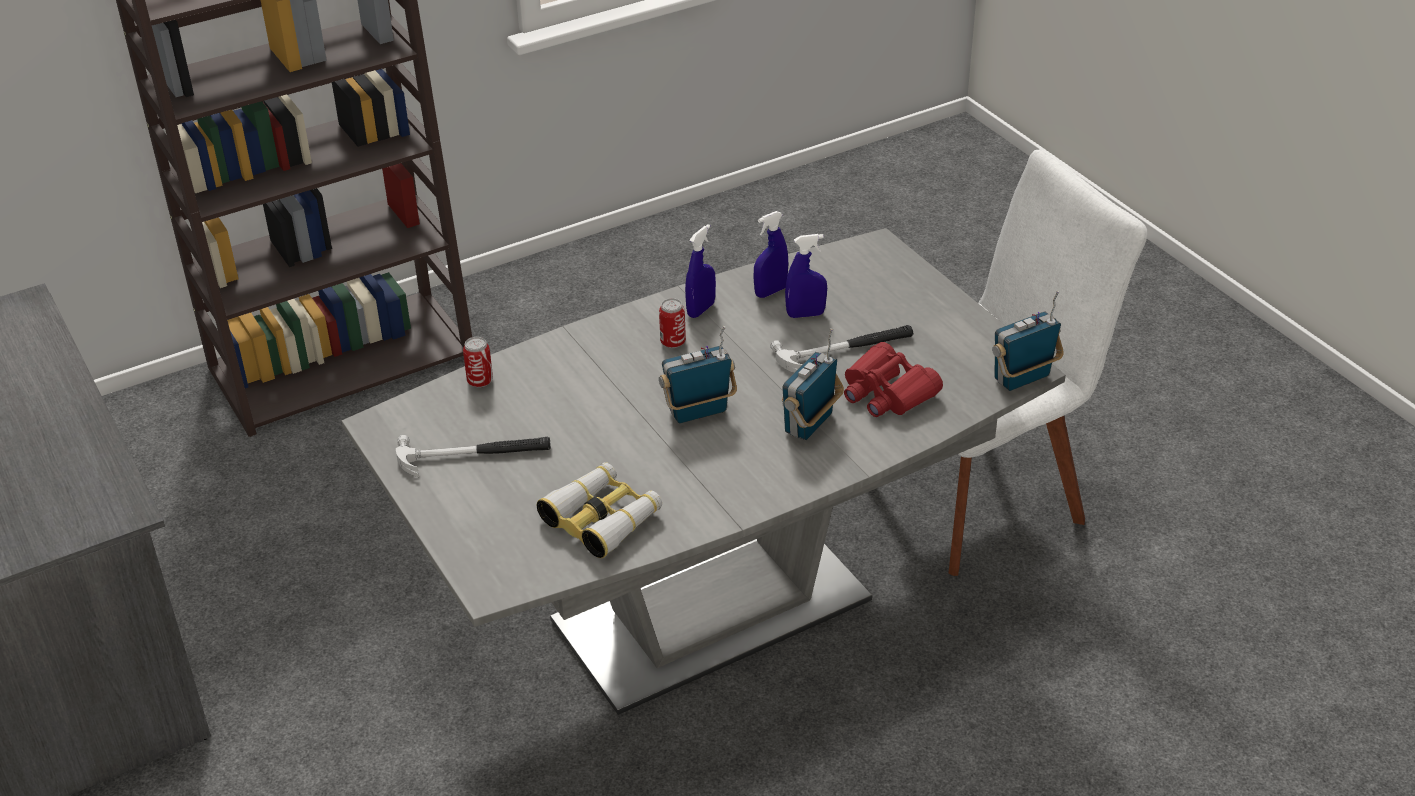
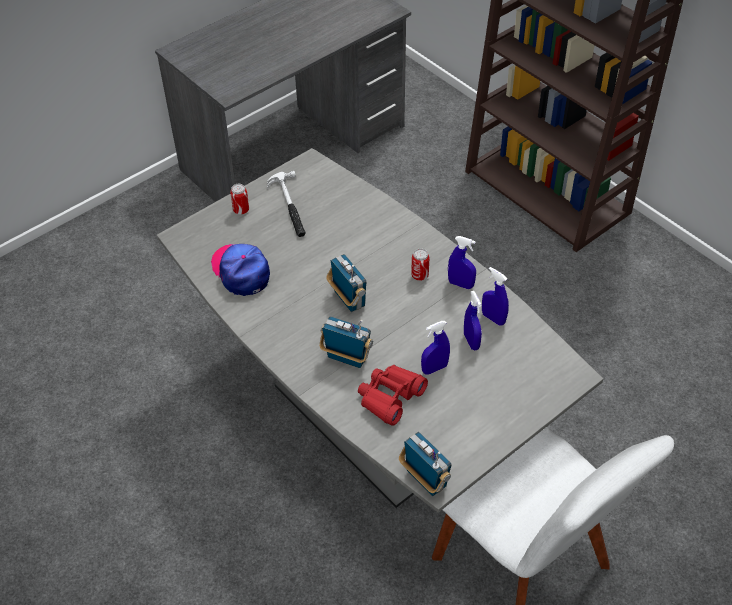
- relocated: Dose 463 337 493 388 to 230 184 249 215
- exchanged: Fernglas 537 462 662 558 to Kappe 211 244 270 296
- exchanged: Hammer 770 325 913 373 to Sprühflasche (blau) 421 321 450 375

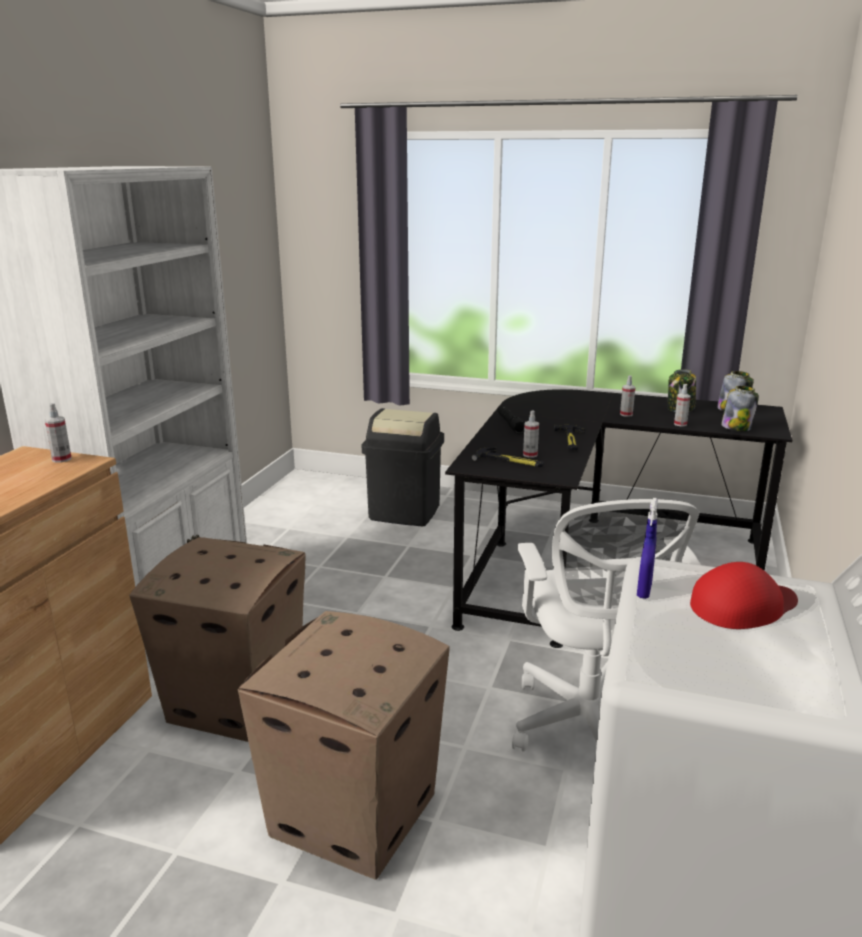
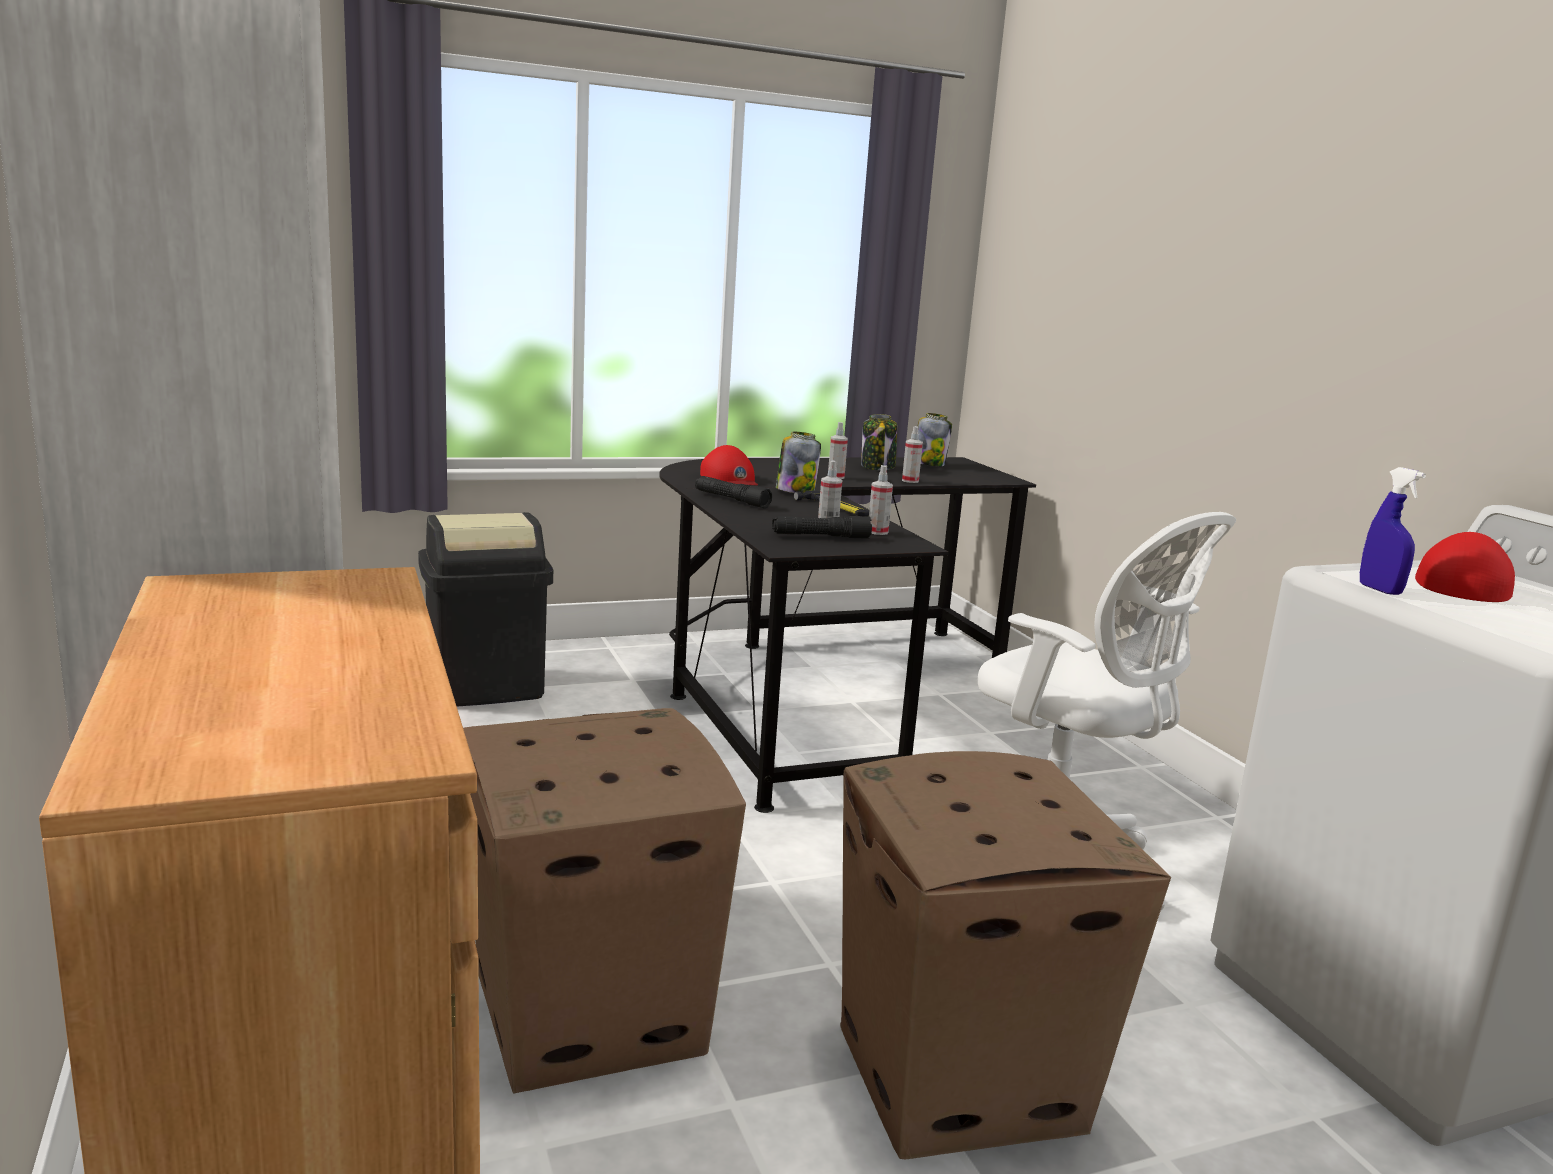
- relocated: Sprühflasche 45 403 72 463 to 869 465 893 535
- exchanged: Hammer 472 447 544 467 to Taschenlampe (schwarz) 772 516 872 539
- relocated: Vorratsglas 721 386 759 431 to 776 432 821 493
- appeared: Kappe (rot) 700 445 758 485

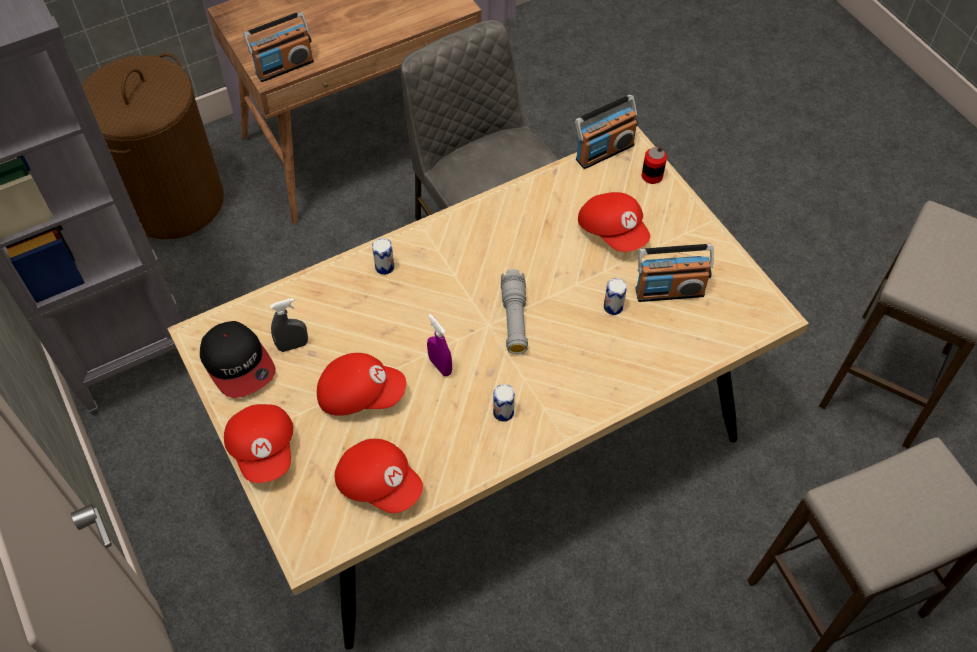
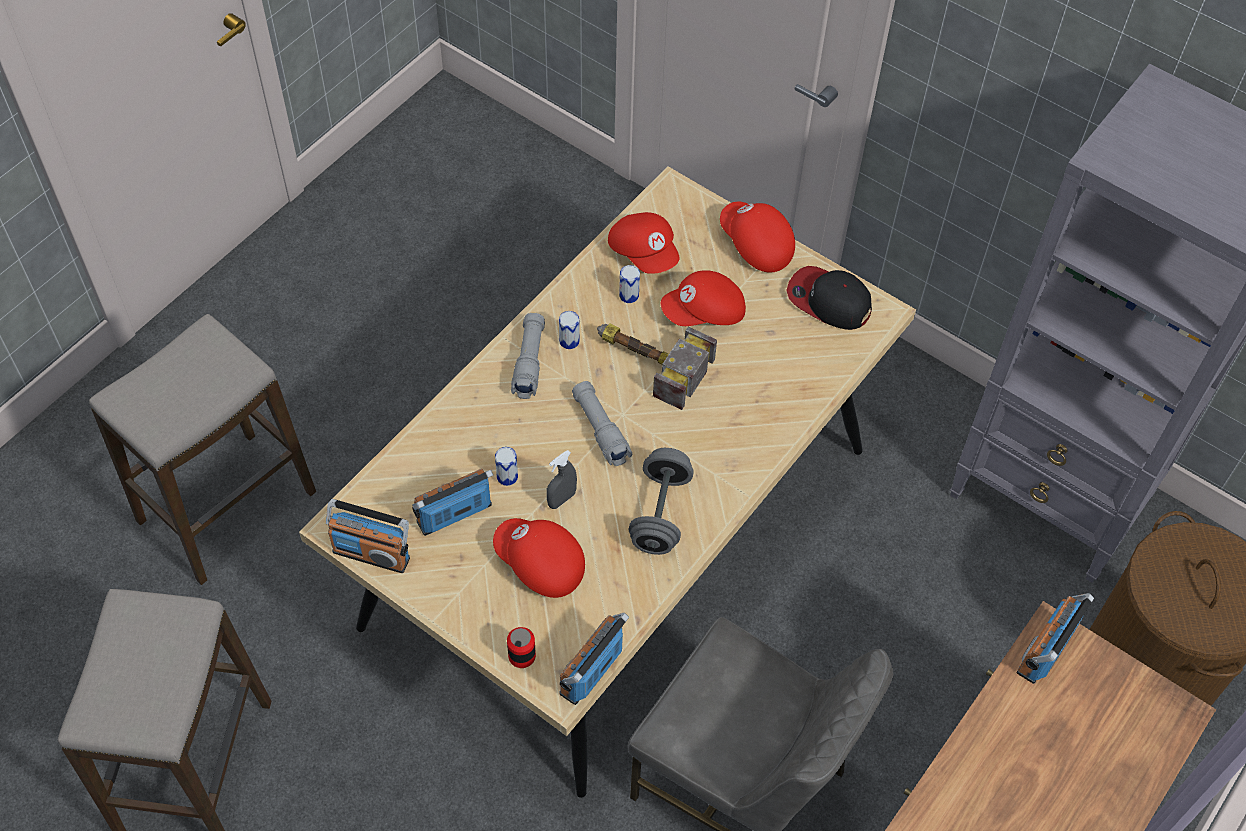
- relocated: Sprühflasche (grau) 270 298 308 352 to 546 450 577 509
- spun: Kappe (rot) 335 439 423 513 = 608 212 680 274 135 degrees counterclockwise
- relocated: Dose 372 238 394 275 to 619 265 640 303
- exchanged: Sprühflasche (lila) 427 314 452 376 to Hammer 597 323 717 410
- appeared: Radio 326 499 410 573
- appeared: Taschenlampe (grau) 511 313 545 399
- appeared: Hantel (grau) 628 448 694 555

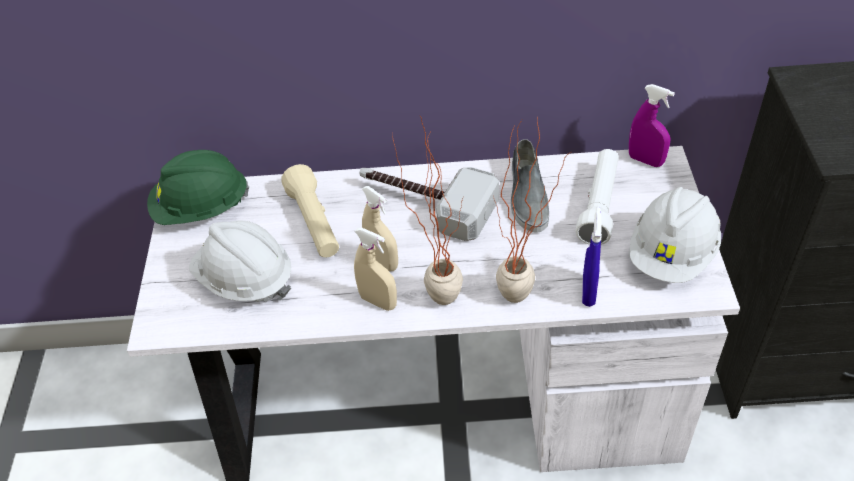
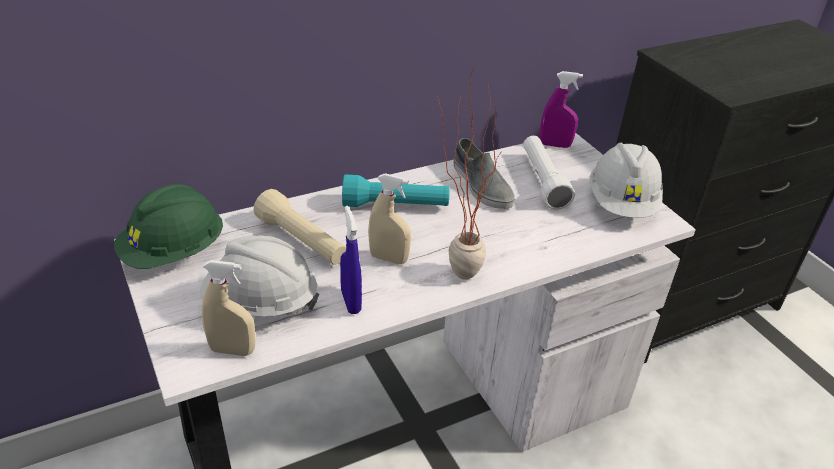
- relocated: Sprühflasche (beige) 354 228 397 311 to 202 260 256 356
- exchanged: Hammer 359 167 499 241 to Taschenlampe (türkis) 342 174 450 207
- missing: Topfpflanze 493 115 571 303
- relocated: Sprühflasche (blau) 582 207 602 307 to 340 206 362 314

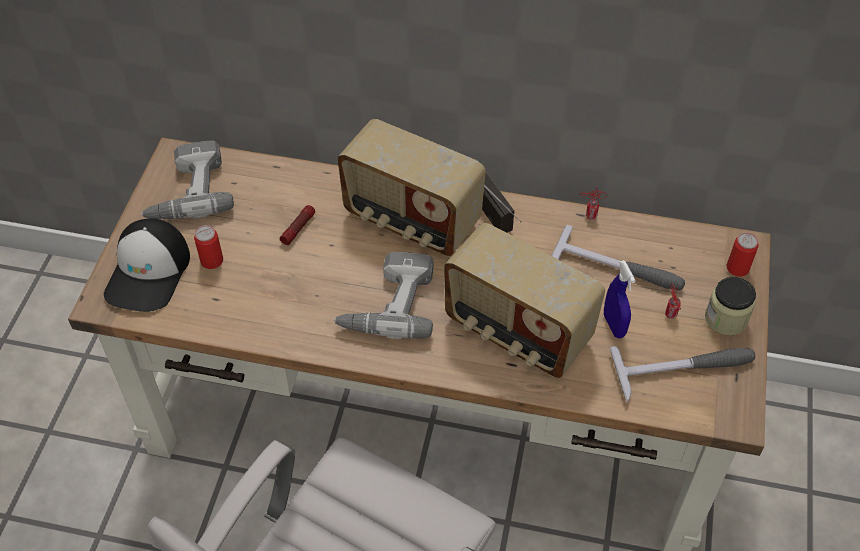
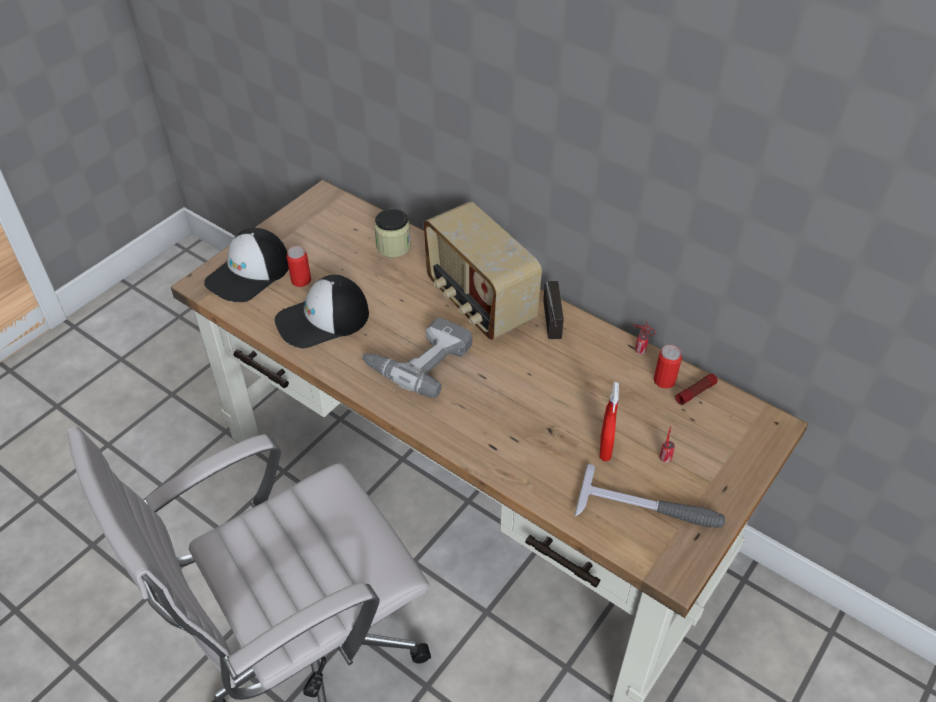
- missing: Bohrmaschine 141 140 234 219
- relocated: Taschenlampe 280 205 315 245 to 675 373 718 405
- missing: Radio 444 223 605 378
- missing: Hammer 552 225 685 290
- colour: Sprühflasche (blau) 604 260 636 339 to Sprühflasche (rot) 600 382 619 461
- relocated: Vorratsglas 705 277 756 335 to 374 209 411 258
- relocated: Dose 726 232 759 277 to 654 345 682 388
- appeared: Kappe 275 275 369 348

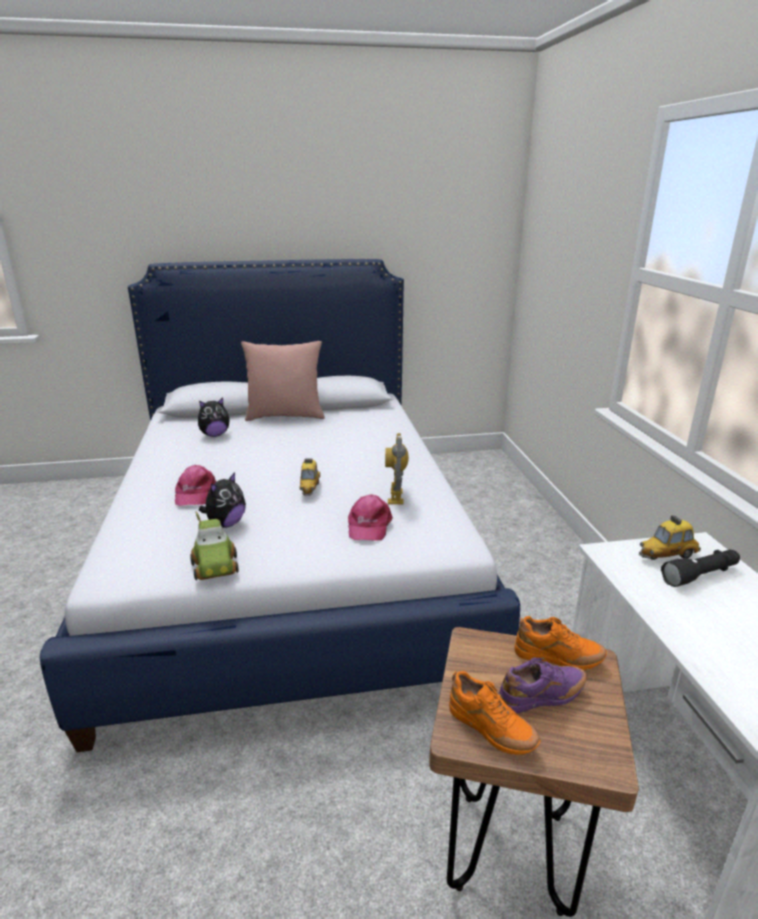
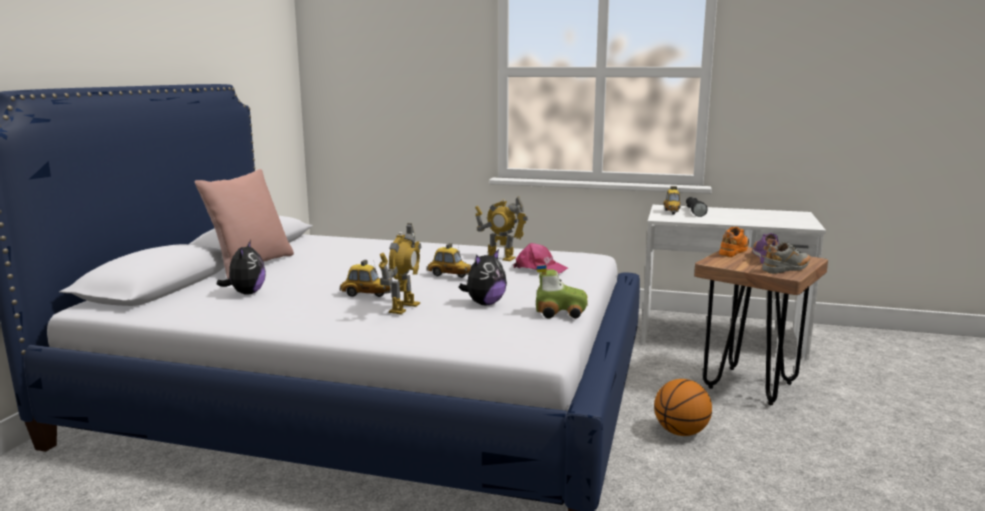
- exchanged: Kappe (rosa) 175 465 216 506 to Spielzeugroboter 379 223 422 314
- spun: Plüschtier 199 472 246 528 = 459 249 507 305 75 degrees clockwise
- colour: Schuh (orange) 449 671 540 755 to Schuh (grau) 762 241 810 274
- appeared: Spielzeugauto 339 260 391 297
- appeared: Basketball 654 379 712 436

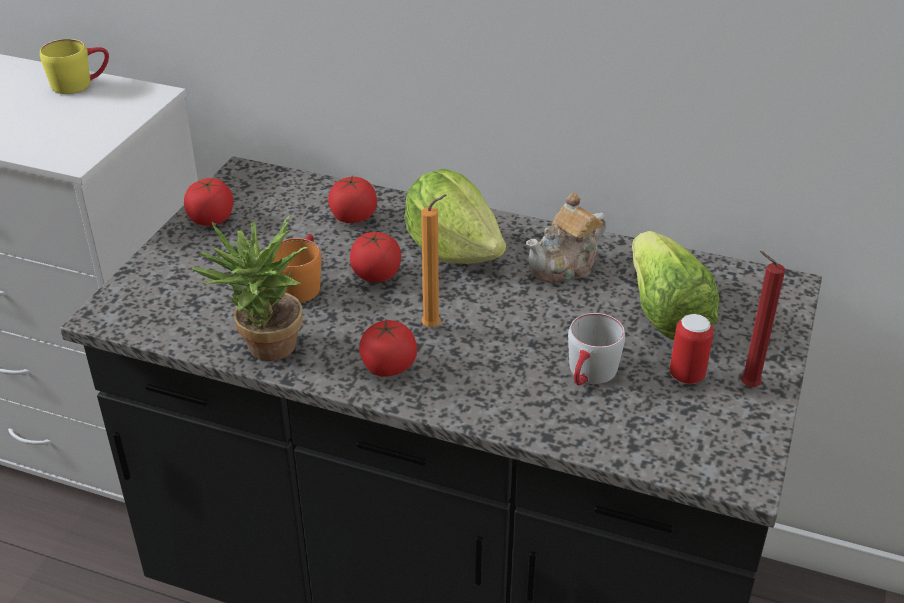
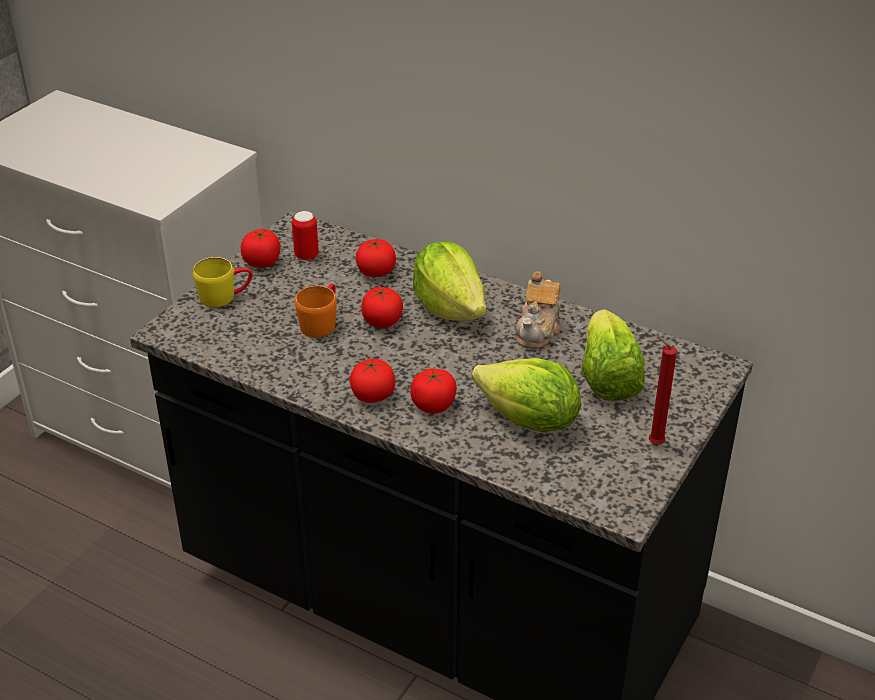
- relocated: Henkelbecher (gelb) 40 39 109 94 to 193 257 253 308
- missing: Topfpflanze 192 216 308 361
- missing: Kerze (orange) 421 194 446 327
- spun: Teekanne 526 193 607 283 = 515 271 561 349 45 degrees counterclockwise
- exchanged: Henkelbecher (grau) 568 313 625 386 to Salatkopf 472 358 581 432
- relocated: Dose 670 314 714 384 to 292 211 319 260
- appeared: Tomate 410 369 457 414

